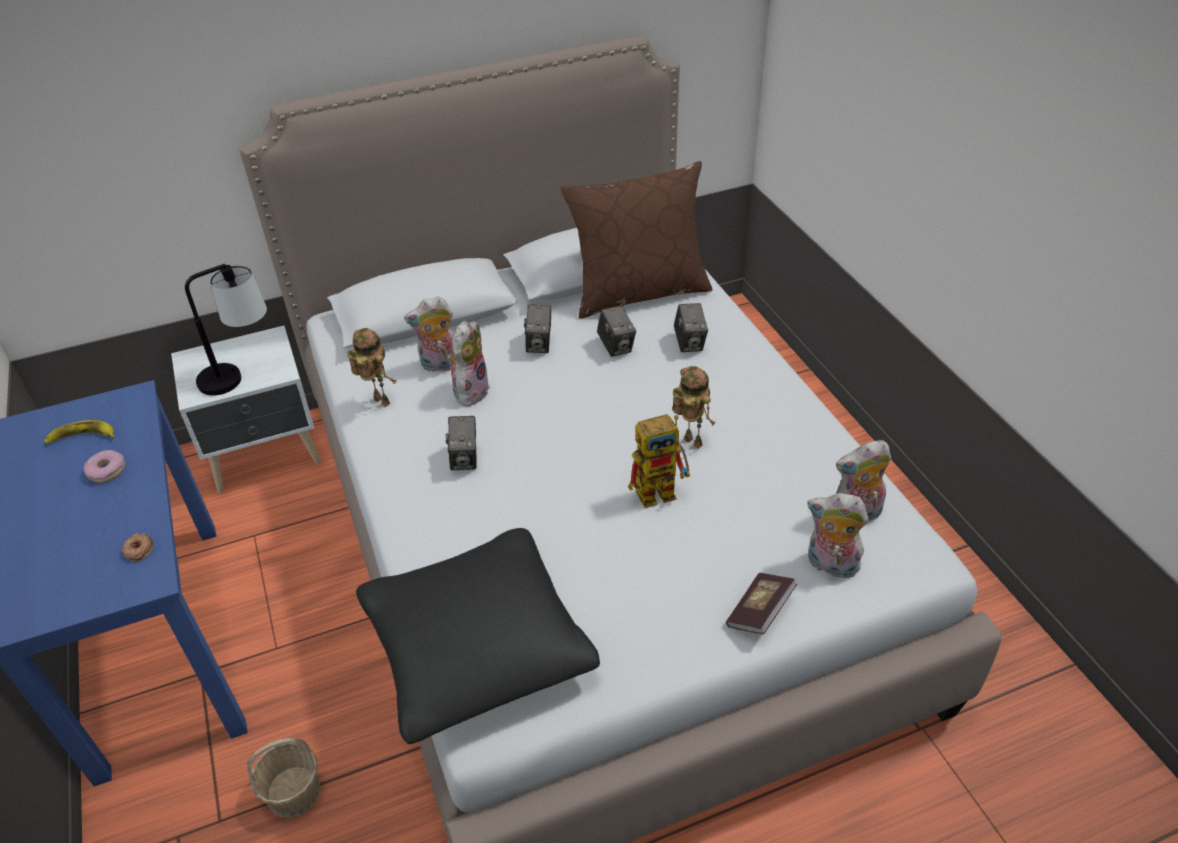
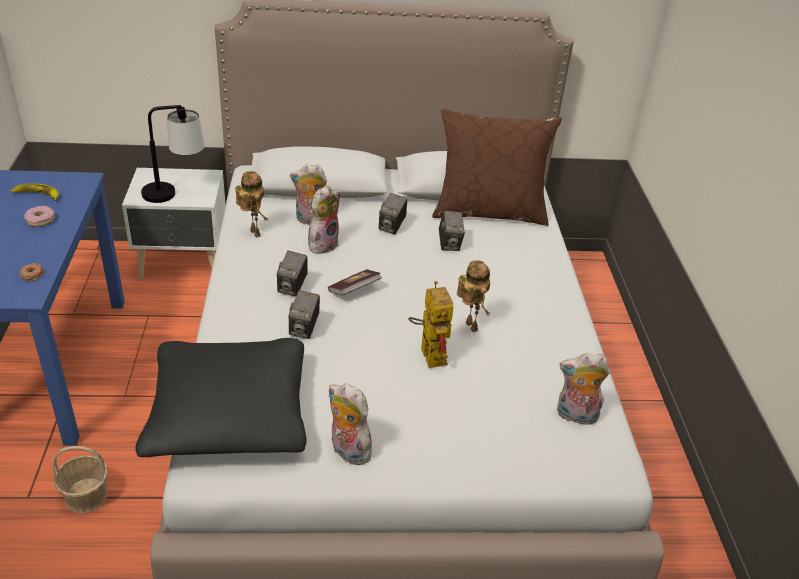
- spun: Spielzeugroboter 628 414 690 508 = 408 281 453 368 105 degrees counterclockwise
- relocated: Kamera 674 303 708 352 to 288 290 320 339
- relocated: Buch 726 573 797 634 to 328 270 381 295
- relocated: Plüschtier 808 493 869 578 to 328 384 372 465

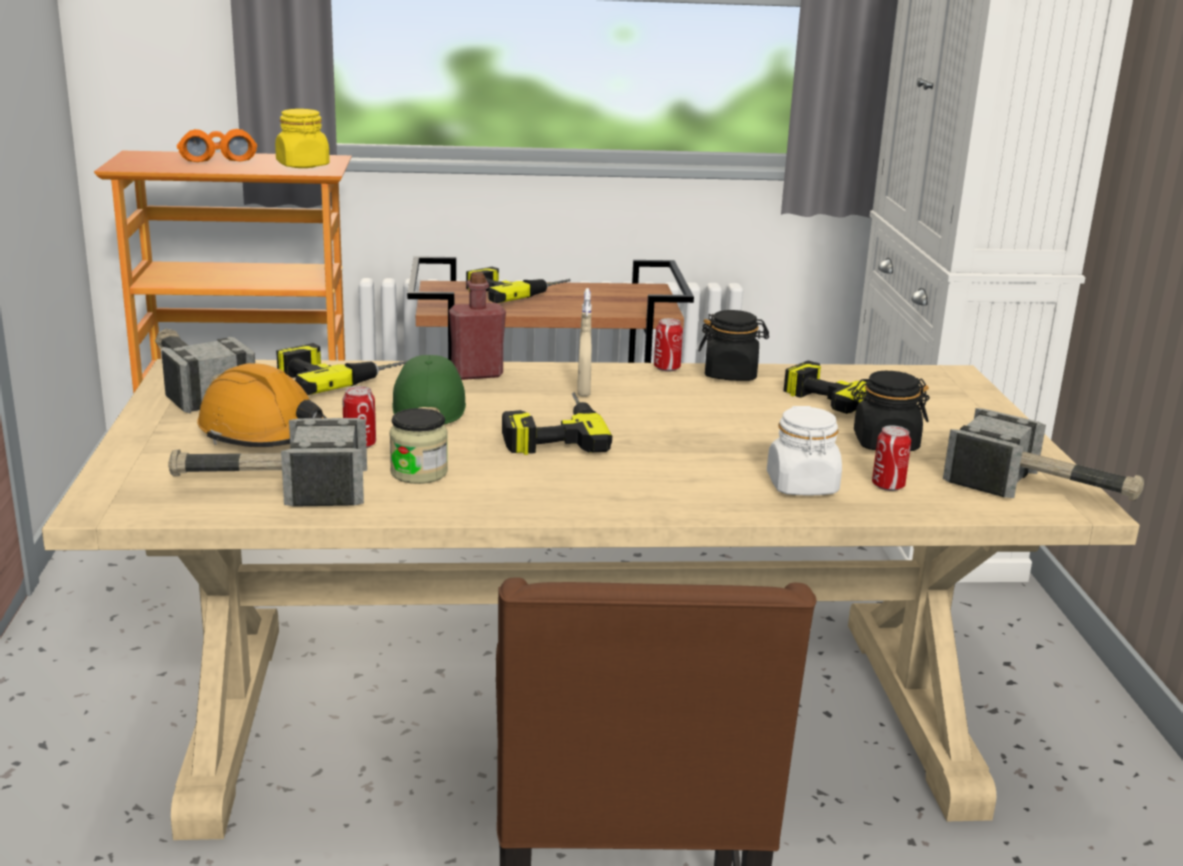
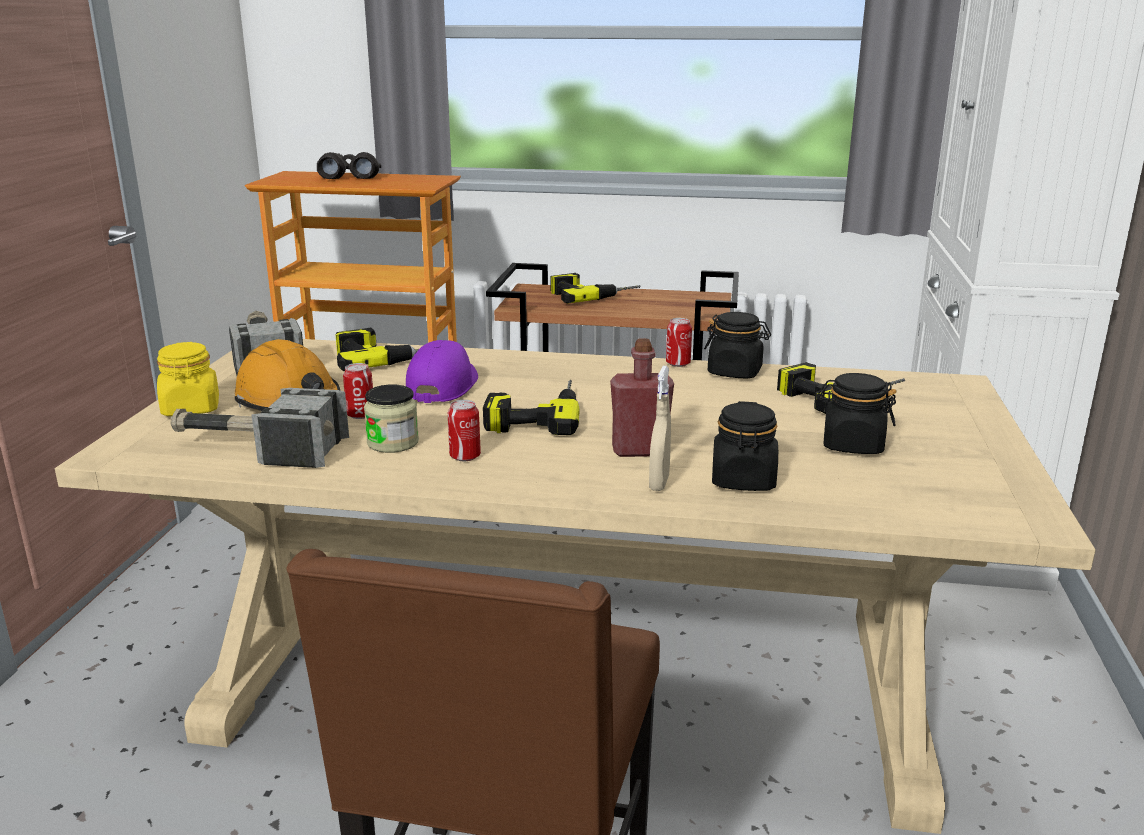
- colour: Fernglas (orange) 177 129 257 162 to Fernglas (schwarz) 317 152 381 179
- relocated: Vorratsglas (gelb) 275 109 330 168 to 157 342 219 416
- colour: Kappe (grün) 392 355 466 424 to Kappe (lila) 406 340 478 403
- relocated: Flasche (rot) 449 272 506 380 to 610 338 674 457
- relocated: Sprühflasche (beige) 578 288 591 397 to 649 366 671 491
- colour: Vorratsglas (weiß) 767 406 842 496 to Vorratsglas (schwarz) 712 401 778 491
- relocated: Dose 872 425 911 491 to 448 400 481 461
- missing: Hammer 943 408 1144 501

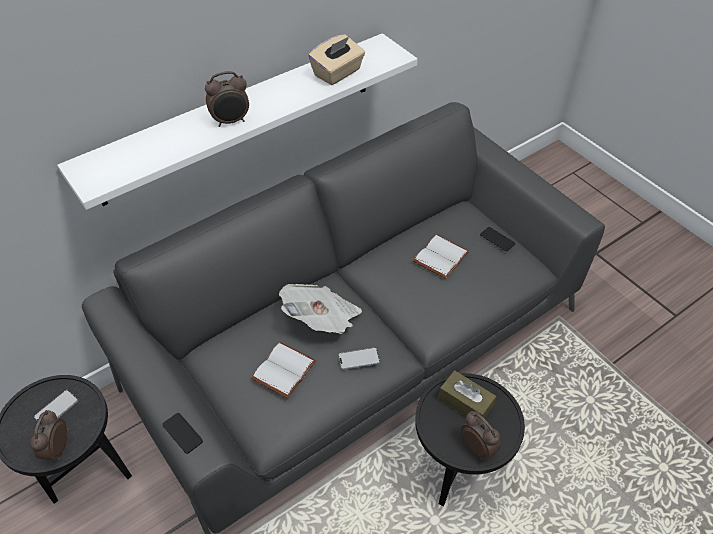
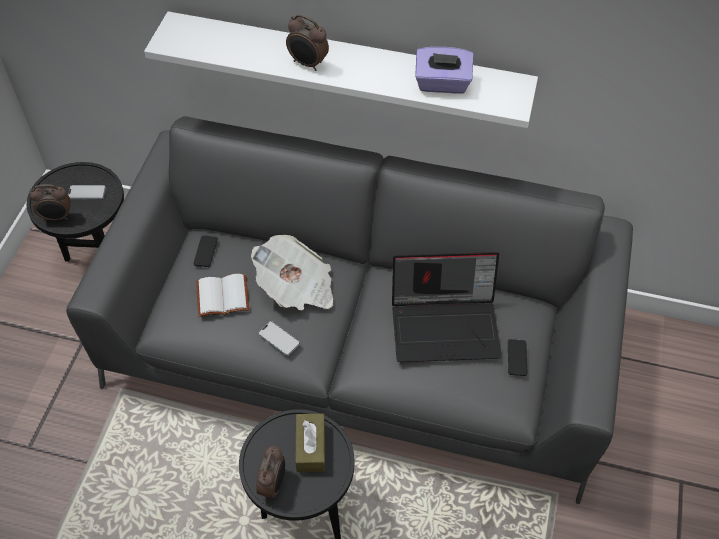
- spun: Wecker 30 410 67 460 = 30 184 71 221 150 degrees counterclockwise
- relocated: Handy 162 413 203 454 to 193 235 218 267
- colour: Taschentuchbox (beige) 308 34 365 85 to Taschentuchbox (lila) 415 47 473 94
- exchanged: Buch (weiß) 413 234 469 279 to Laptop 392 252 502 362

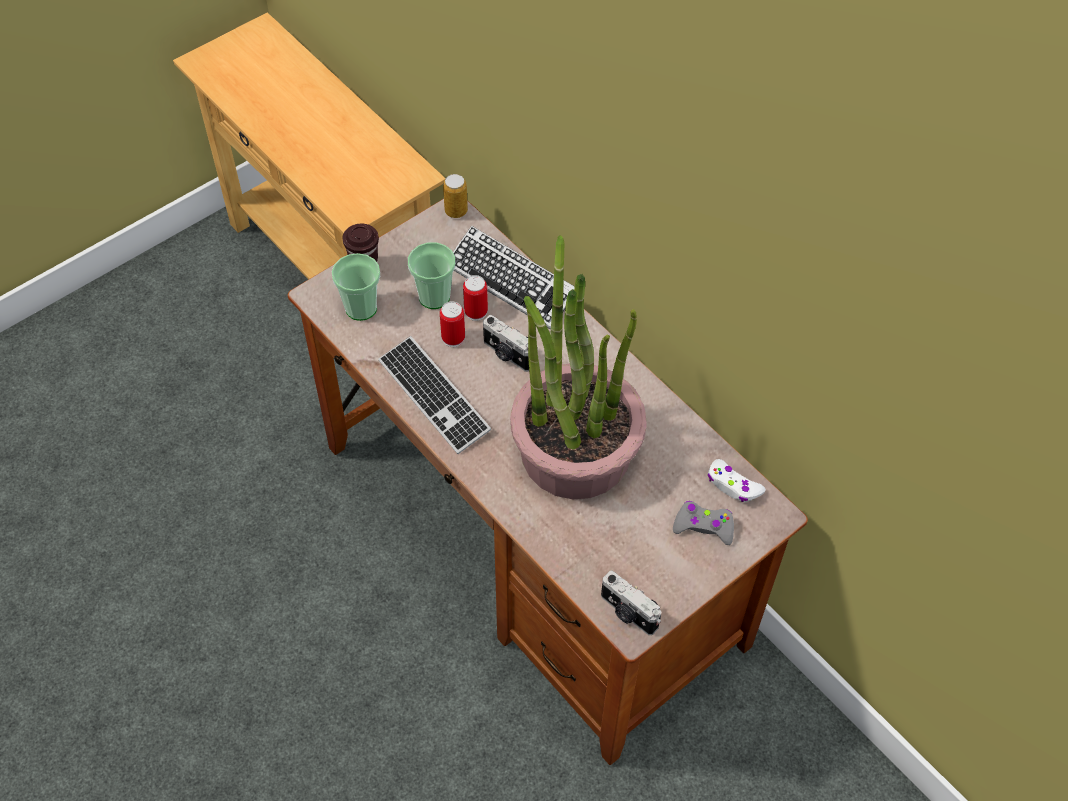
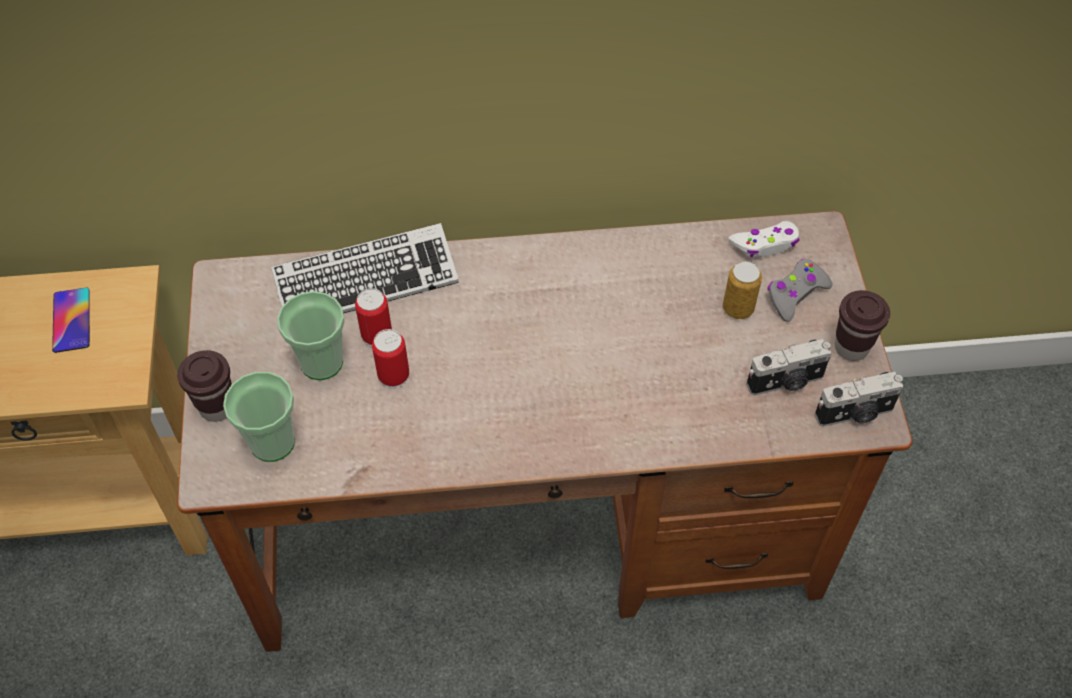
- missing: Tastatur 378 336 491 454
- relocated: Dose 443 174 468 218 to 723 261 762 319
- relocated: Kamera 483 315 529 372 to 747 339 832 395
- missing: Topfpflanze 510 235 647 499
- appeared: Handy 52 288 90 353
- appeared: Tasse (braun) 835 290 890 361

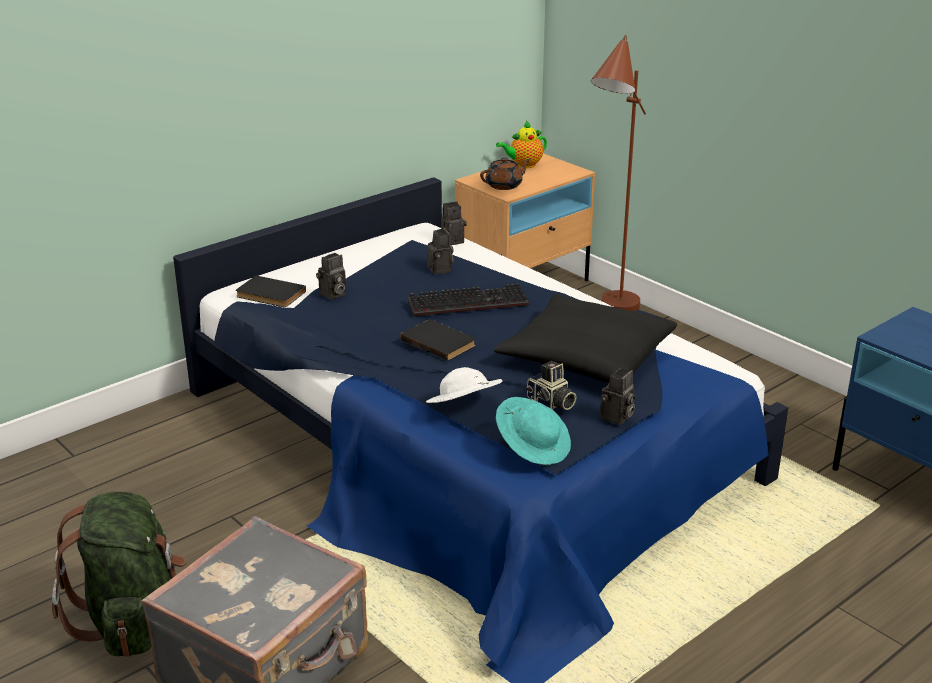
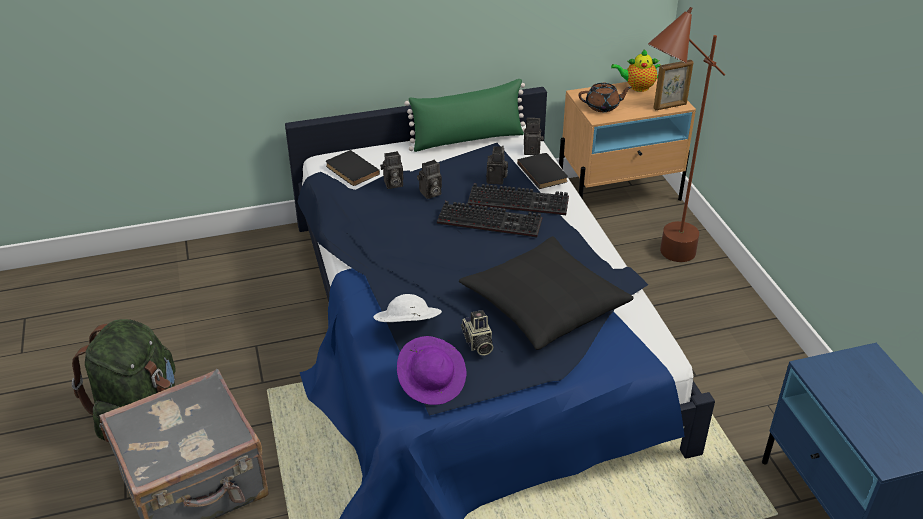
- relocated: Buch (schwarz) 400 319 475 361 to 517 153 568 189
- colour: Hut (türkis) 496 397 571 465 to Hut (lila) 397 336 466 405
- relocated: Kamera 600 368 635 425 to 417 160 442 199
- appeared: Kissen (grün) 404 79 525 152
- appeared: Tastatur 467 183 569 215
- appeared: Bilderrahmen 653 60 694 111

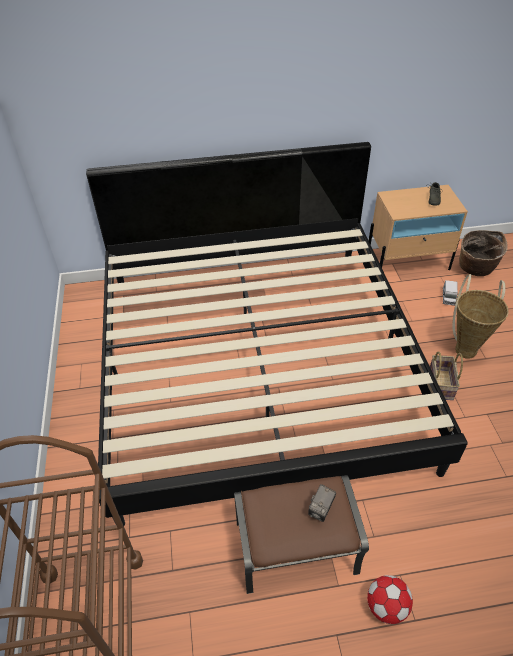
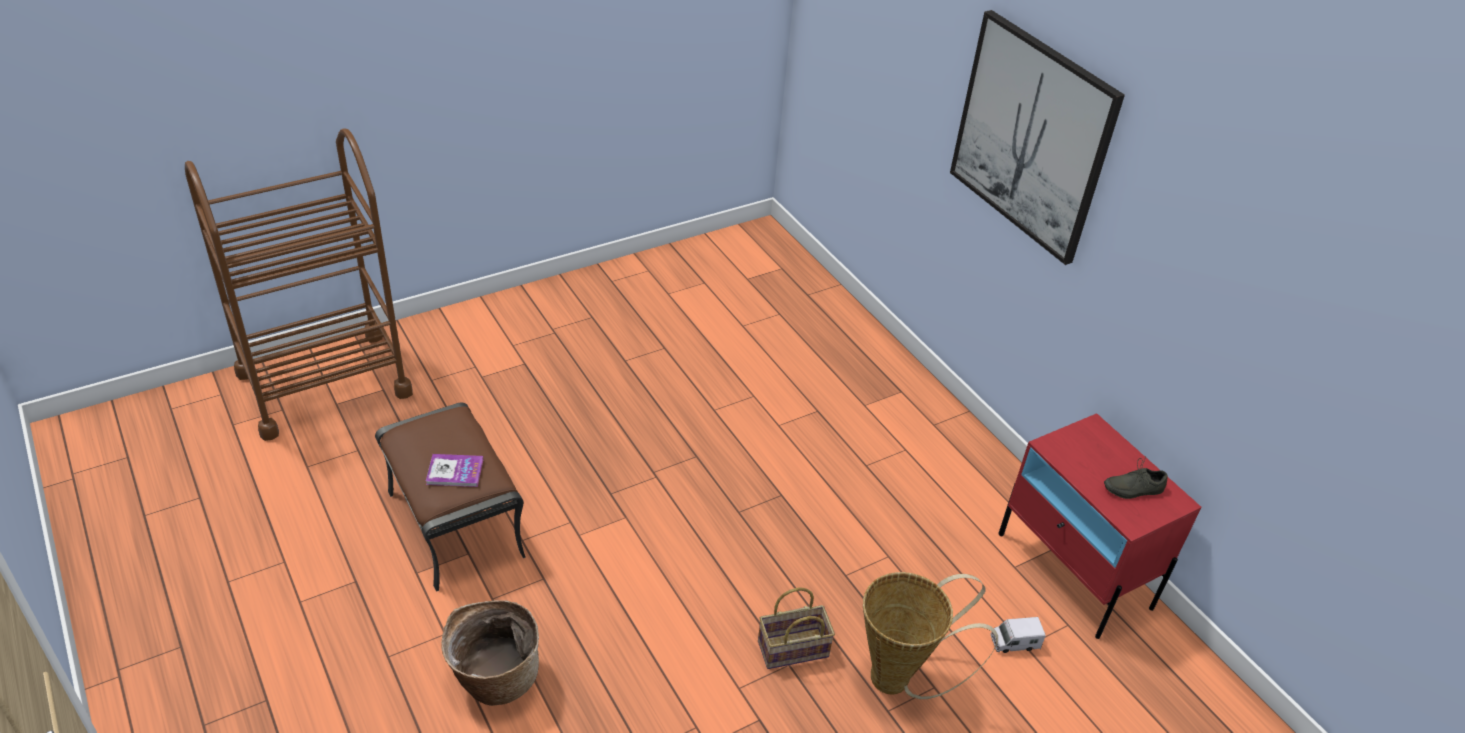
- missing: Bett 86 142 467 526
- exchanged: Kamera 308 484 336 522 to Buch 426 454 484 487
- missing: Fußball 367 575 413 624
- colour: Nachttisch (beige) 368 185 468 270 to Nachttisch (rot) 998 413 1202 639
- relocated: Korb 459 230 508 276 to 441 600 539 706
- appeared: Bild 950 10 1125 265

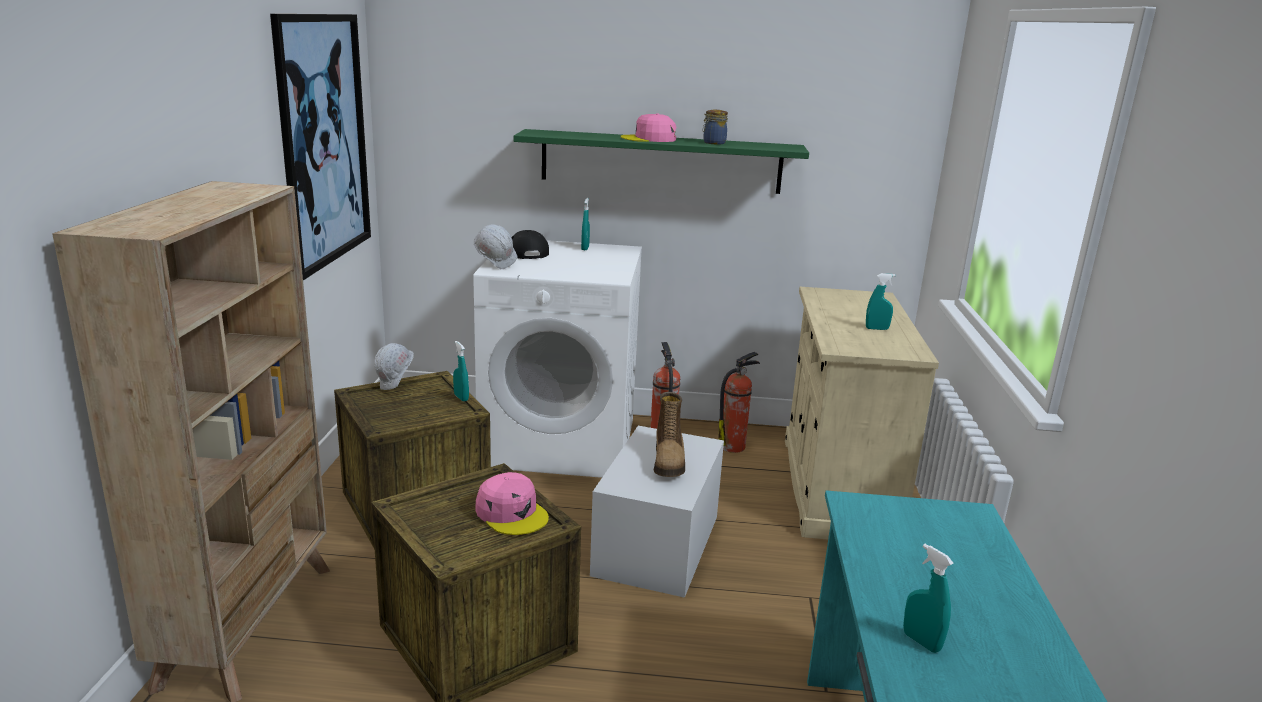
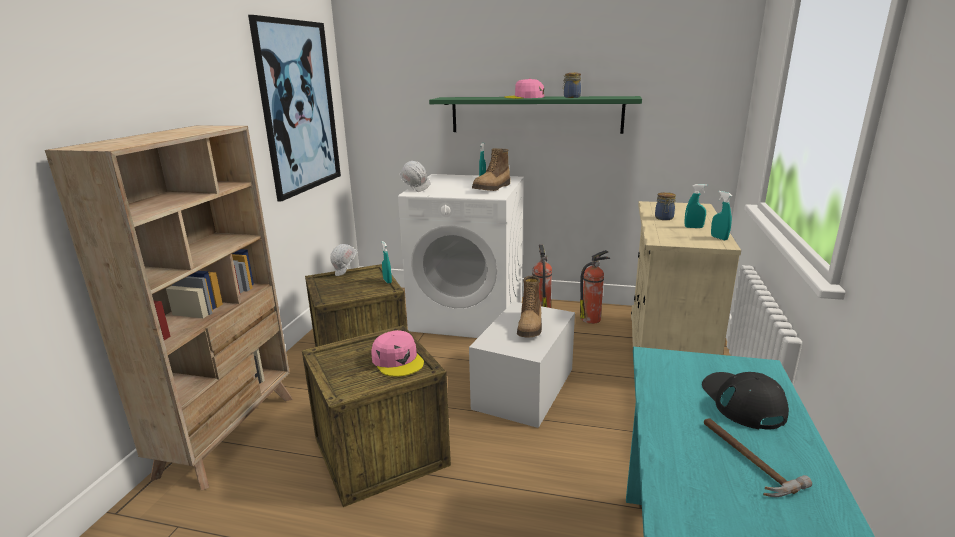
- relocated: Kappe (schwarz) 511 230 549 259 to 702 372 789 429
- relocated: Sprühflasche (türkis) 903 544 954 653 to 711 191 732 240
- appeared: Stiefel 472 148 510 191
- appeared: Vorratsglas 655 192 676 220
- appeared: Hammer 704 418 812 497

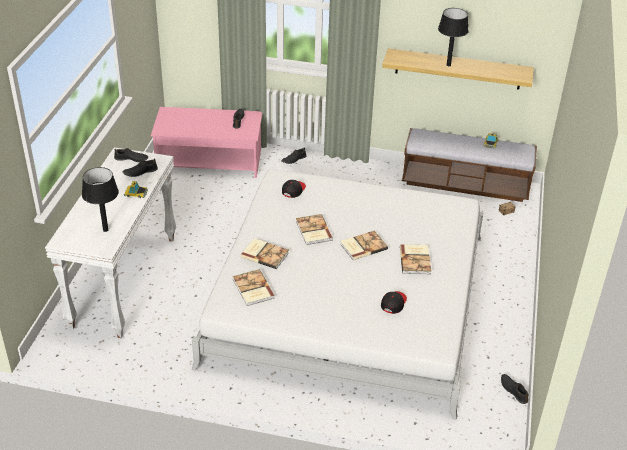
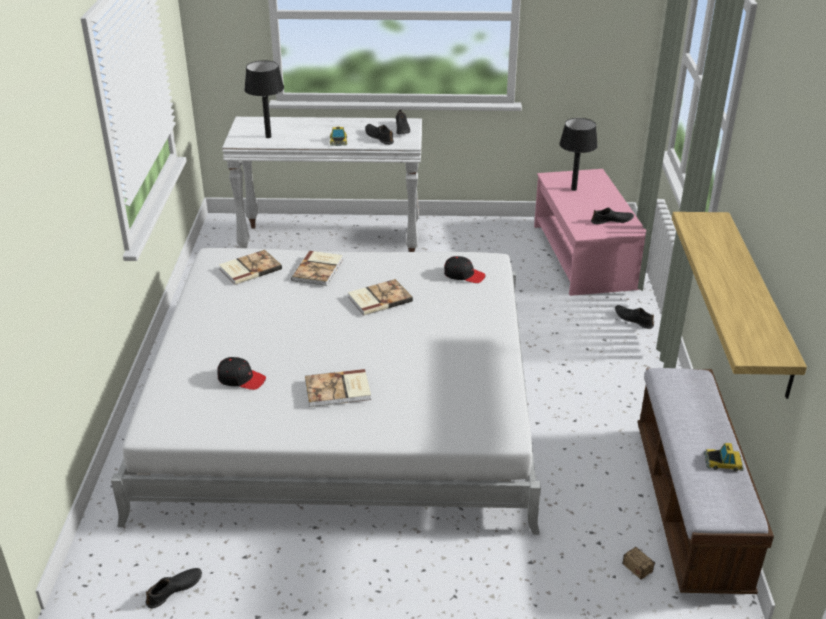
- missing: Buch 340 231 388 260
- relocated: Tischlampe (schwarz) 438 8 469 66 to 559 118 598 191

